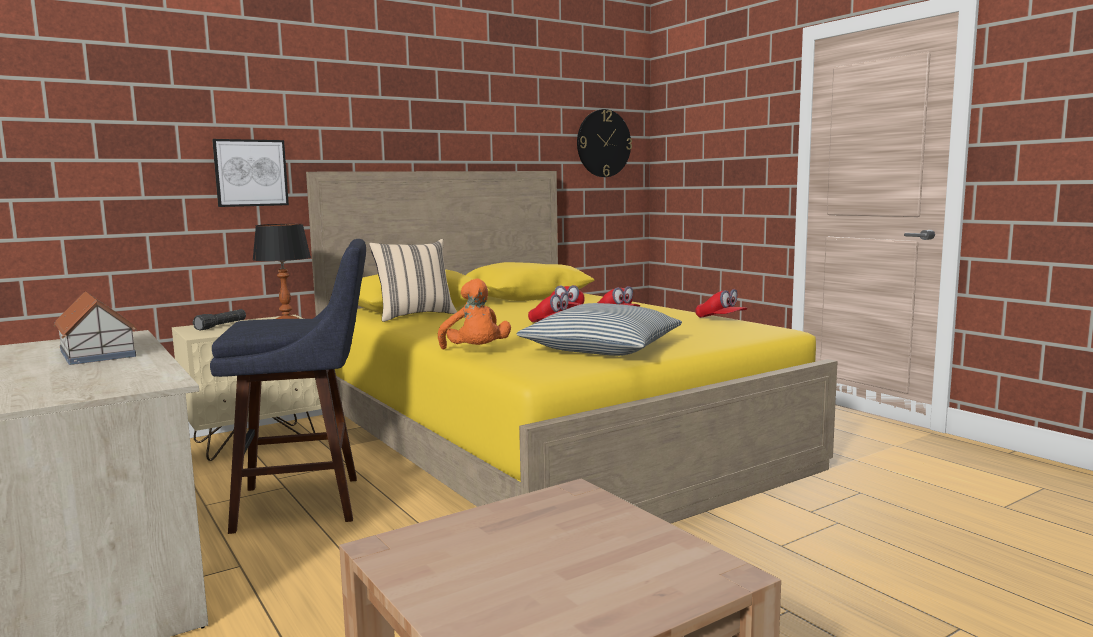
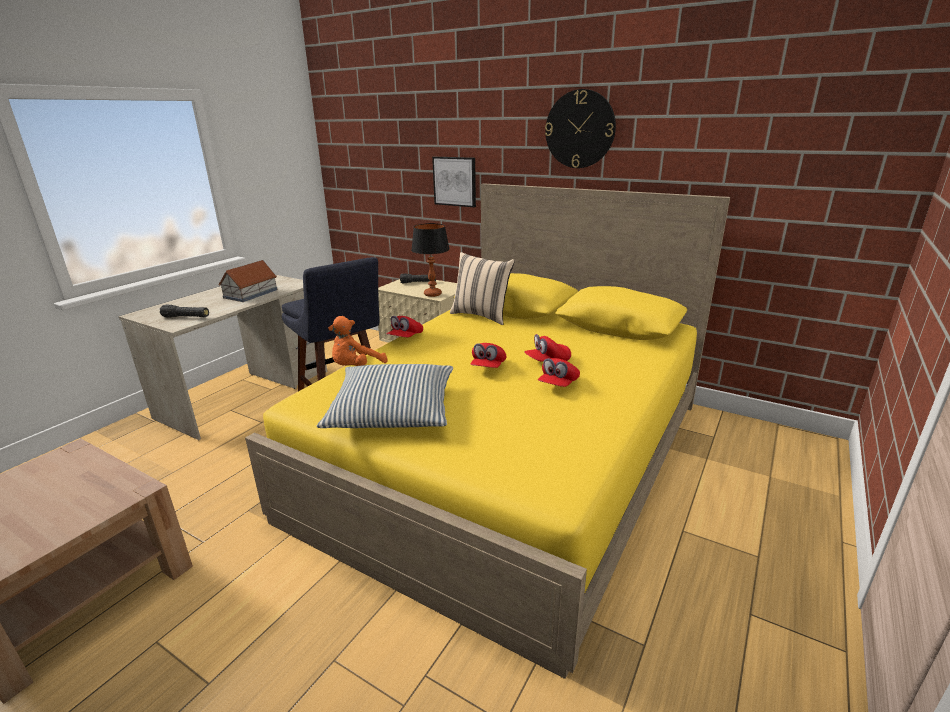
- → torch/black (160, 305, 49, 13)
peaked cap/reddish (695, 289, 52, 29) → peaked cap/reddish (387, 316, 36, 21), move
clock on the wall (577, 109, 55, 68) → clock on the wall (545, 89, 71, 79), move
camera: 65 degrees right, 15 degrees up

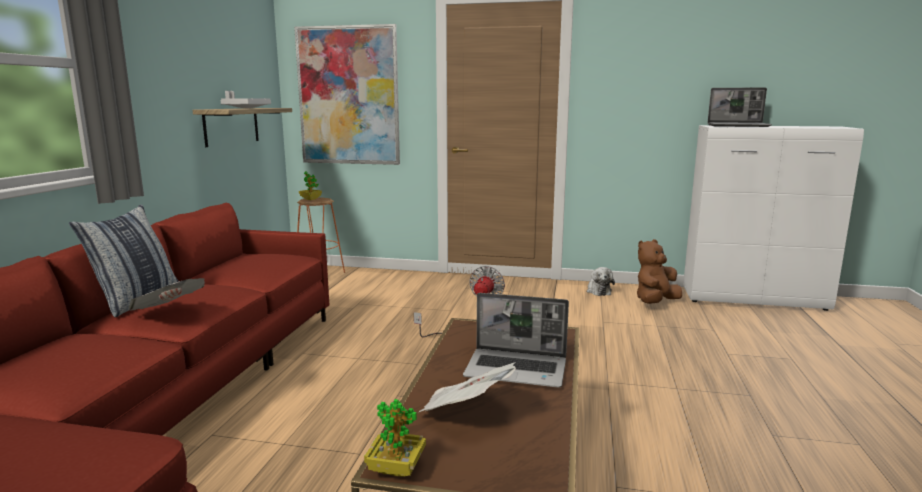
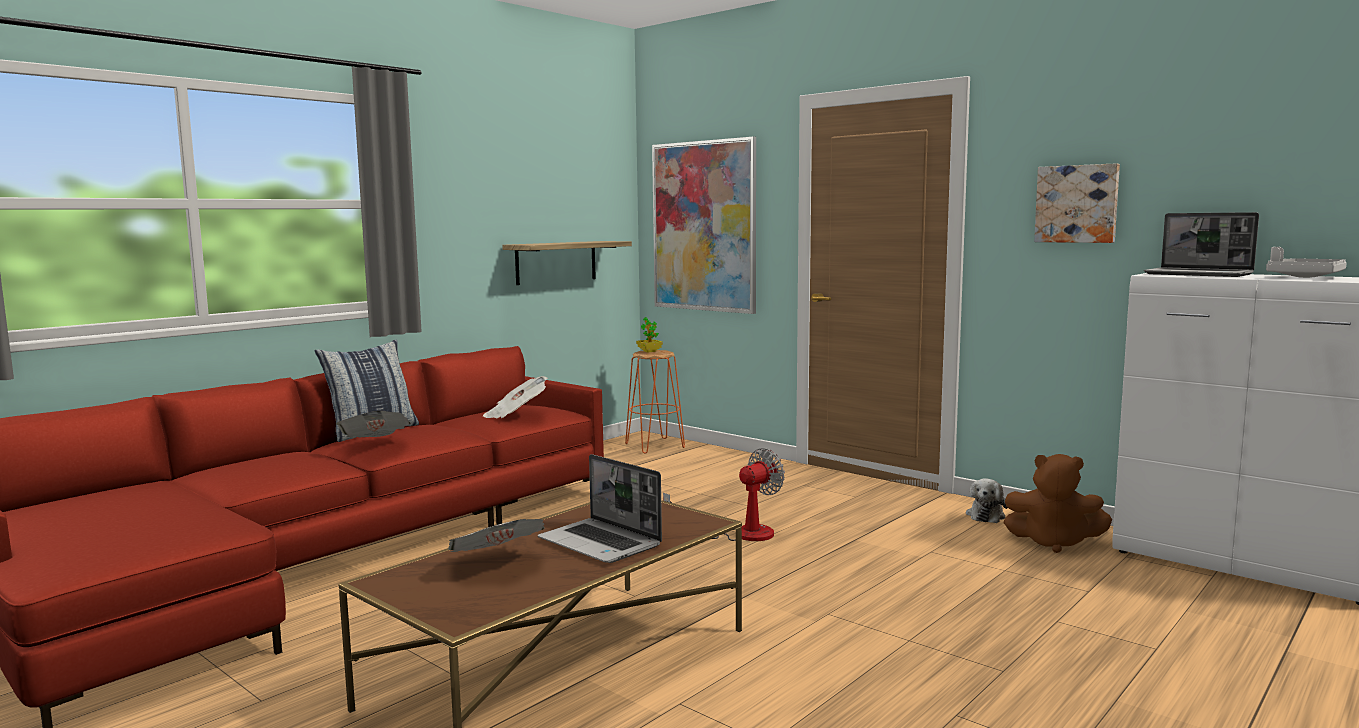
- → newspaper (483, 376, 65, 42)
soft toy/brown (637, 239, 45, 65) → soft toy/brown (1003, 454, 109, 99), 150 degrees counterclockwise
- → wall picture (1034, 163, 86, 80)
carrying tray/greyish (220, 91, 51, 17) → carrying tray/greyish (1266, 247, 81, 31), move
plant in a pot (364, 399, 62, 78) → -
camera: 30 degrees right, 5 degrees down

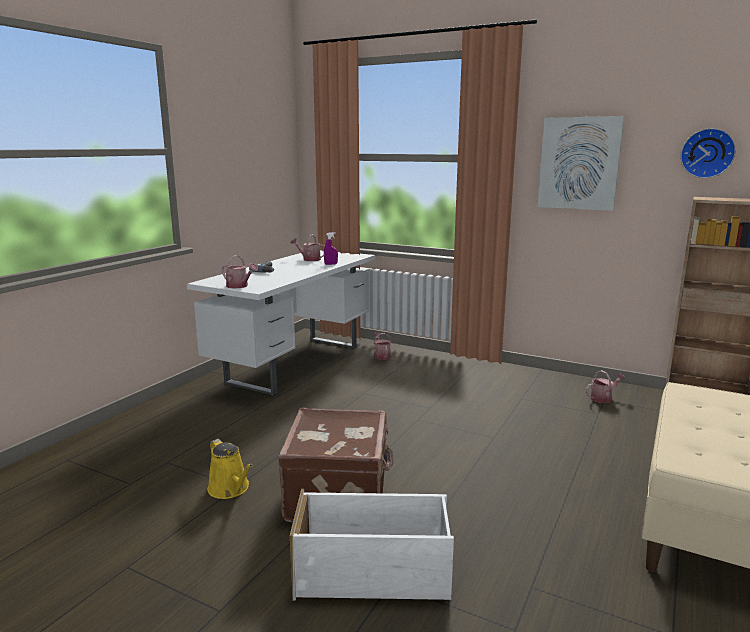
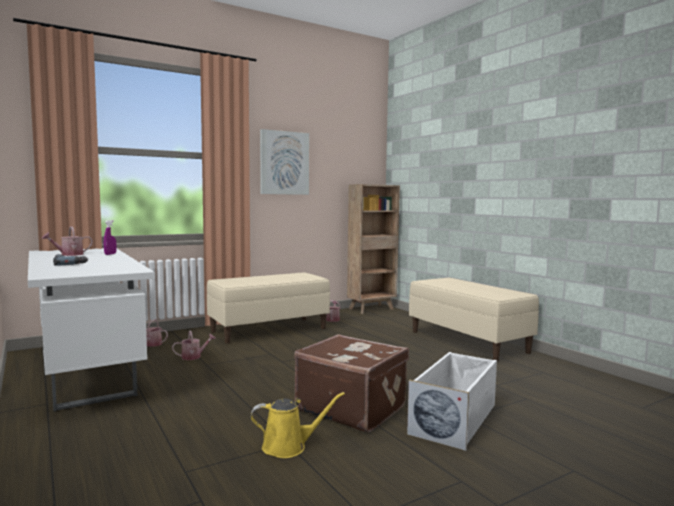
sprinkling can (221, 255, 37, 33) → sprinkling can (172, 330, 44, 30), move
- → indoor bench/beige-coloured (207, 272, 123, 72)
clock on the wall (680, 128, 56, 50) → -
camera: 60 degrees left, 10 degrees down

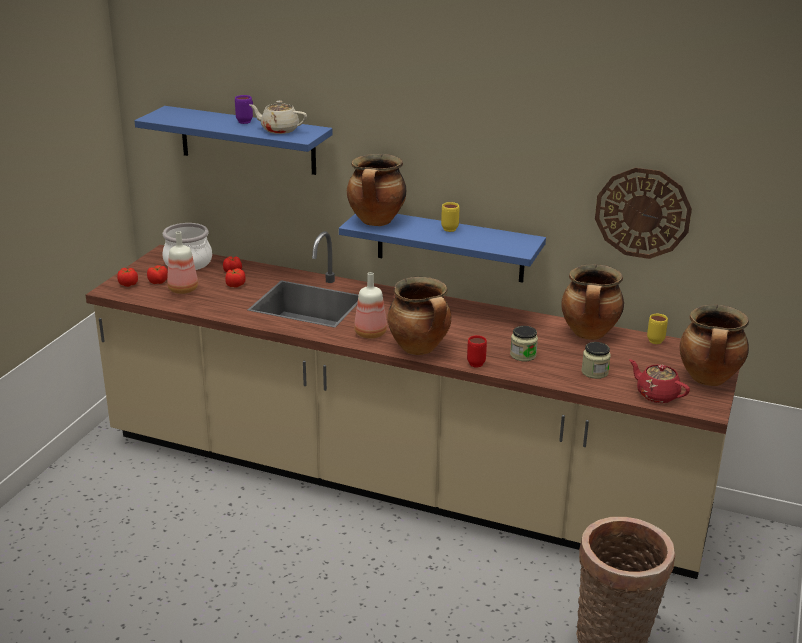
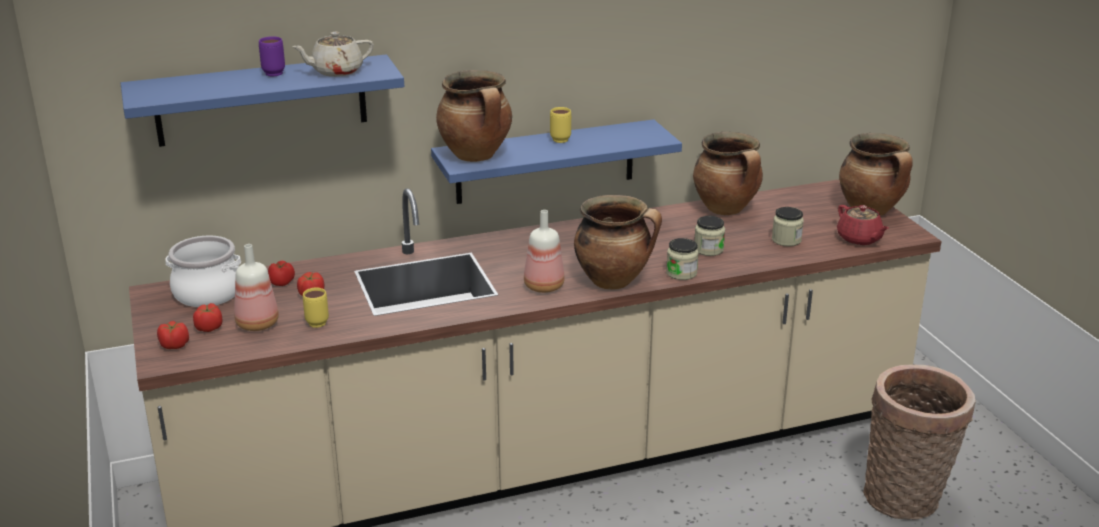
coffee mug/yellowish (647, 314, 21, 30) → coffee mug/yellowish (303, 288, 26, 40), move
coffee mug/reddish (467, 335, 20, 32) → preserve jar (666, 238, 33, 42)
teapot/reddish (629, 359, 61, 44) → teapot/reddish (837, 205, 52, 40), 120 degrees counterclockwise
clock on the wall (595, 167, 97, 92) → -
camera: 40 degrees left, 0 degrees up

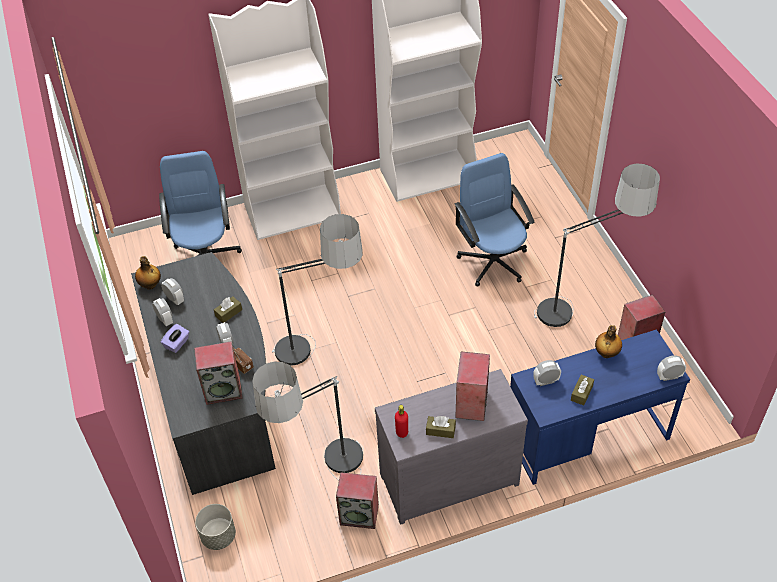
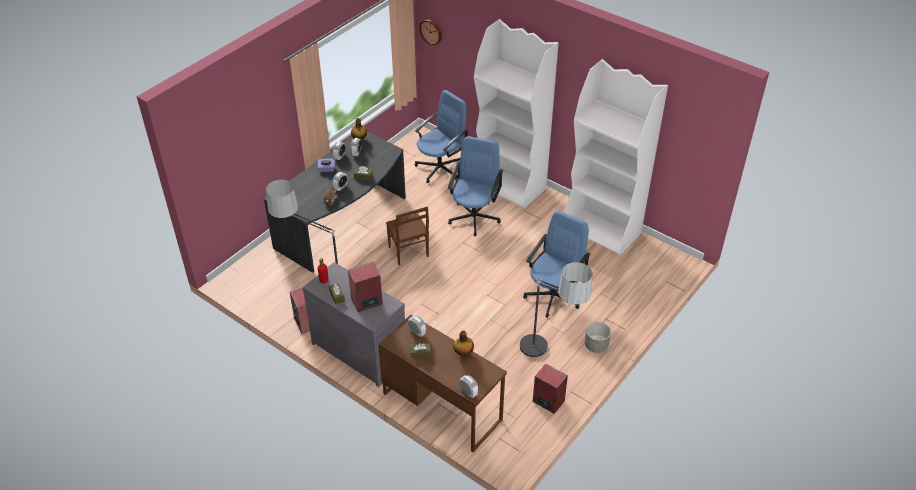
desk unit/blue (510, 329, 180, 156) → desk unit/brown (378, 315, 129, 138)
standard lamp (272, 214, 91, 152) → upright chair/brown (386, 207, 43, 58)
- → clock on the wall (419, 19, 23, 26)
- → office chair/blue (448, 136, 55, 100)
plant pot/greyish (195, 504, 41, 46) → plant pot/greyish (584, 322, 27, 31), move
audio speaker (194, 341, 49, 64) → -
camera: 55 degrees right, 5 degrees down

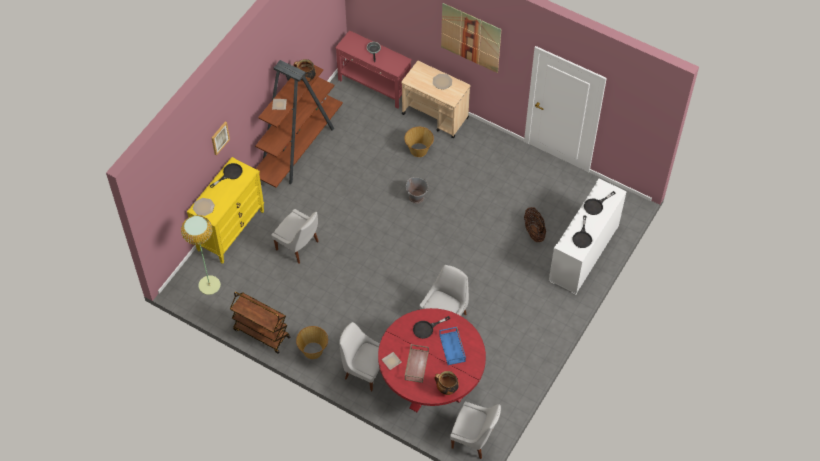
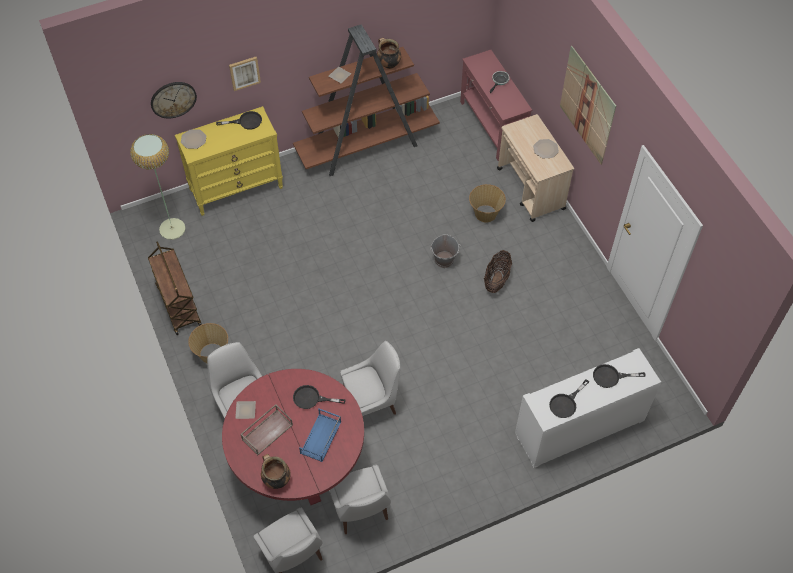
- → clock on the wall (151, 82, 46, 36)
upright chair/white (272, 209, 47, 55) → upright chair/white (329, 465, 62, 69), move
storage basket (524, 207, 22, 35) → storage basket (484, 250, 28, 43), move
camera: 35 degrees right, 0 degrees up

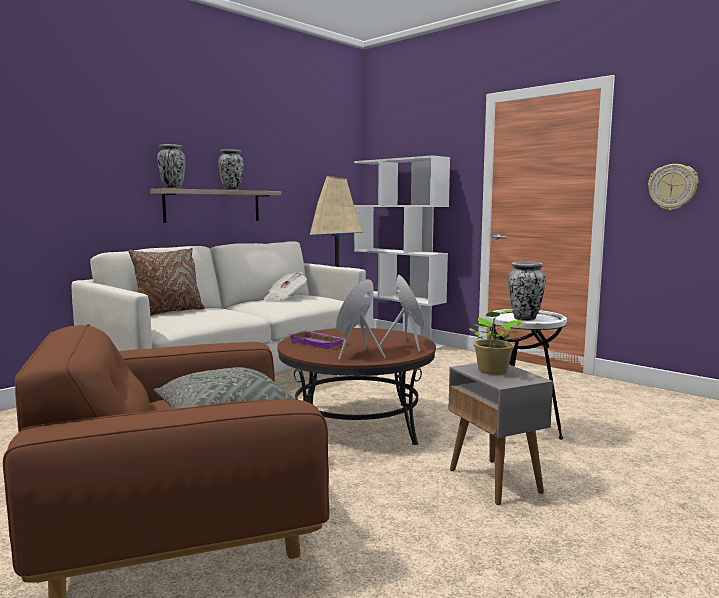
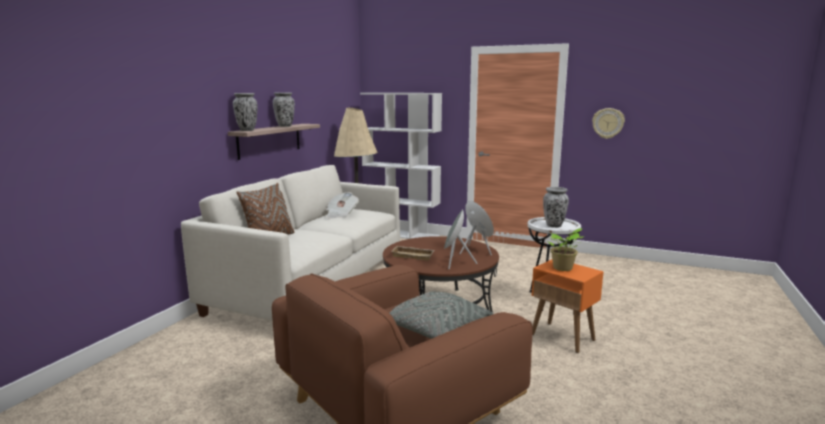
carrying tray/purplish (289, 330, 56, 19) → carrying tray/beige-coloured (392, 246, 43, 14)
side table/greyish (448, 363, 105, 142) → side table/orange (532, 260, 72, 93)
camera: 20 degrees left, 5 degrees up

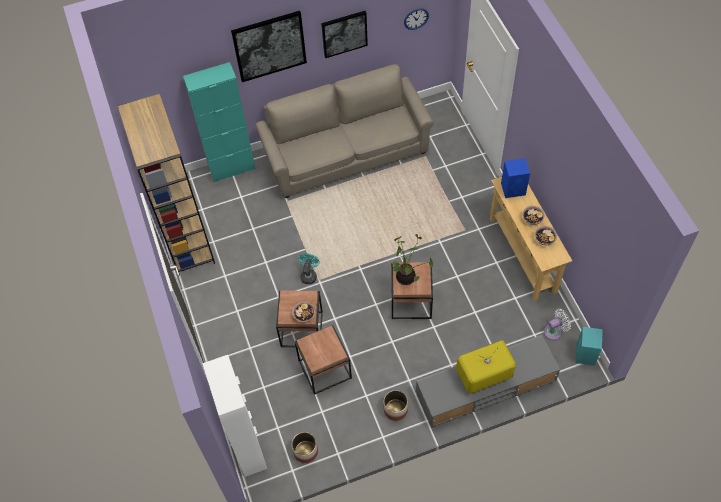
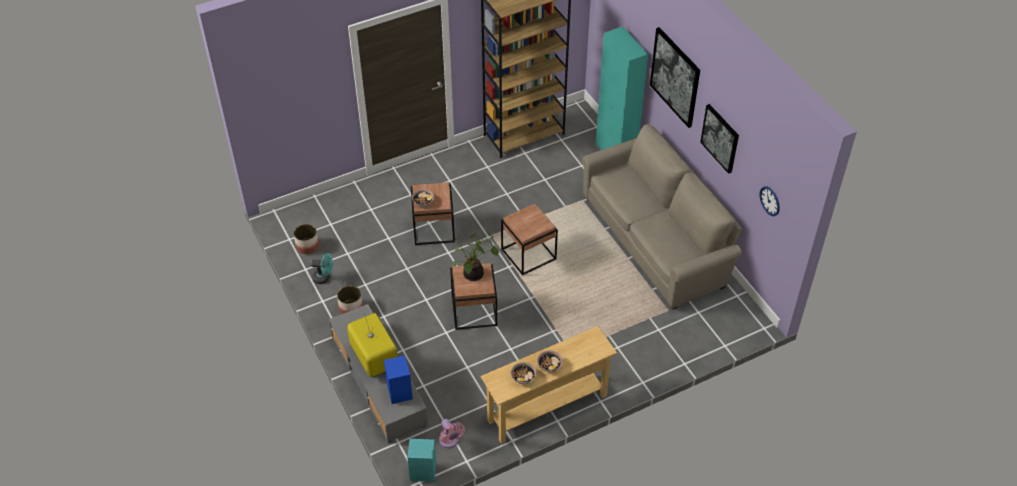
fan/turquoise (299, 253, 21, 31) → fan/turquoise (311, 253, 22, 31), move
audio speaker/blue (501, 158, 29, 40) → audio speaker/blue (384, 355, 29, 49), move
fan/white (544, 309, 27, 31) → fan/pink (439, 419, 26, 29)
side table/brown (294, 325, 58, 70) → side table/brown (501, 204, 57, 71), move
cupboard/white (202, 355, 65, 122) → -
camera: 80 degrees right, 10 degrees down

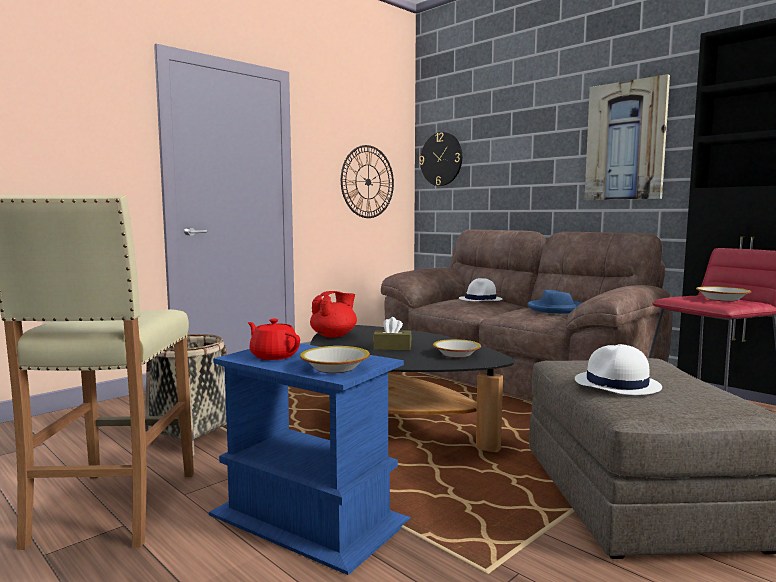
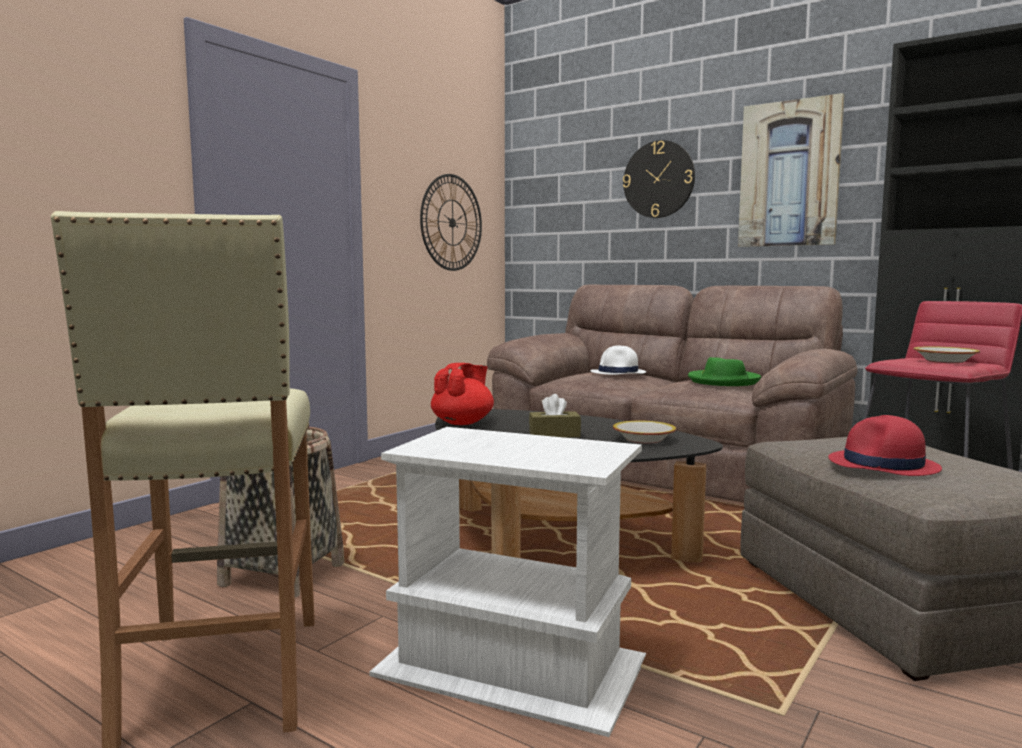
side table/blue (209, 343, 202, 232) → side table/white (369, 427, 277, 310)
clock on the wall (419, 132, 43, 54) → clock on the wall (623, 140, 72, 78), move
clothing hat/blue (528, 290, 53, 24) → clothing hat/green-coloured (688, 357, 73, 29)
clothing hat/white (575, 344, 87, 51) → clothing hat/reddish (828, 415, 114, 61)
teapot/reddish (247, 319, 53, 41) → -
bowl (300, 346, 70, 27) → -
camera: 10 degrees left, 0 degrees up

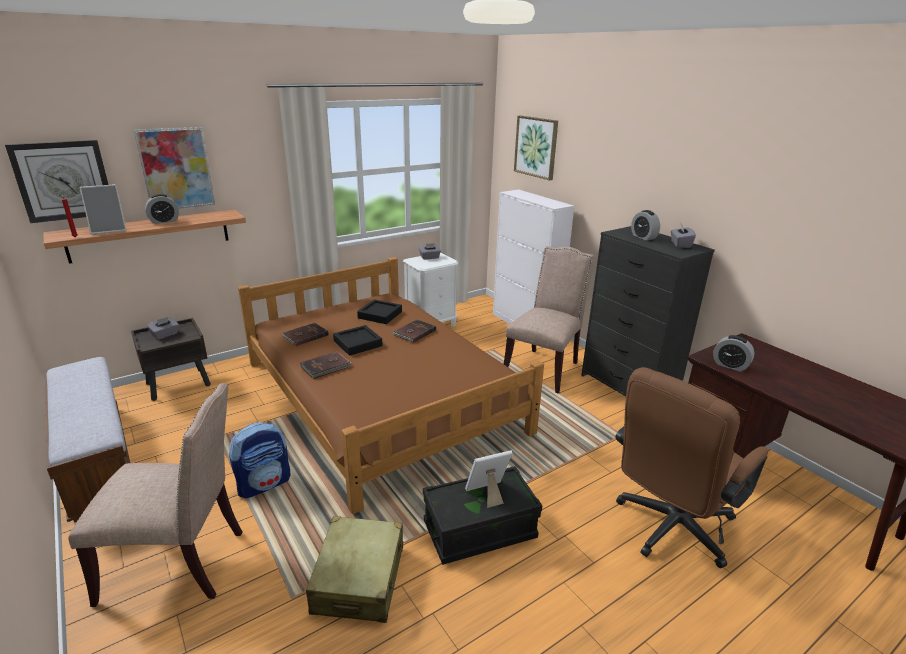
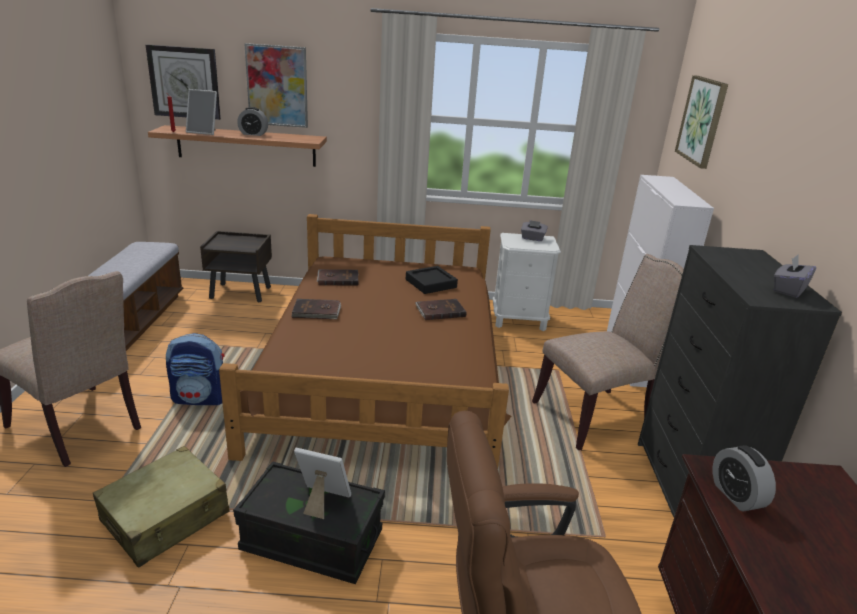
tissue holder/greyish (147, 317, 32, 22) → -
carrying tray/black (333, 325, 50, 31) → -
table clock (631, 210, 29, 30) → -
camera: 35 degrees right, 0 degrees up

